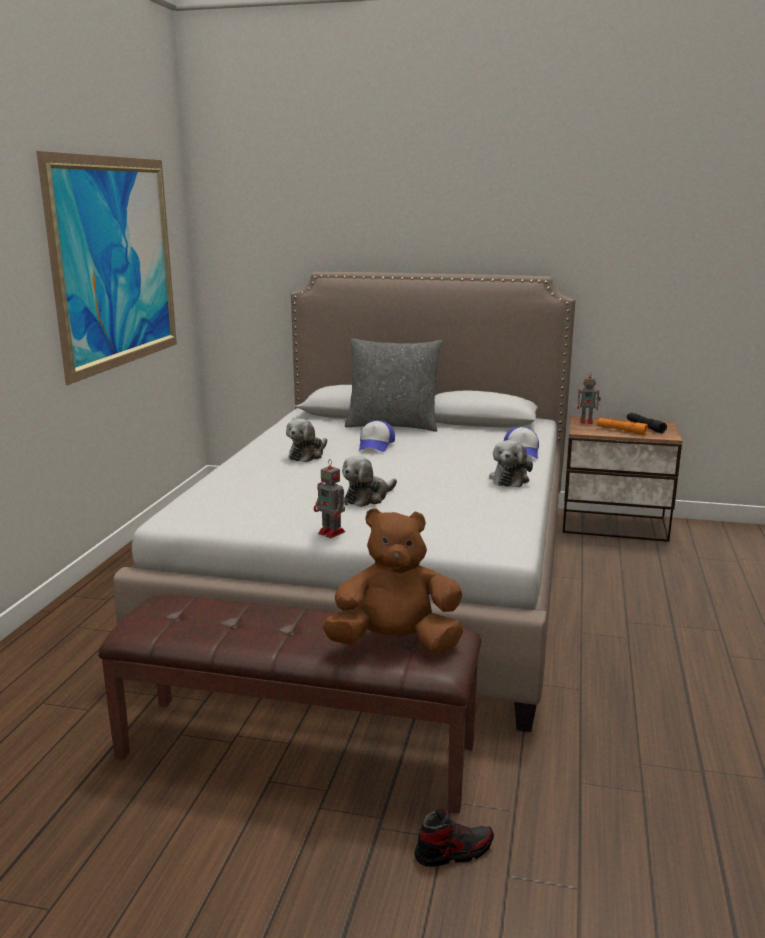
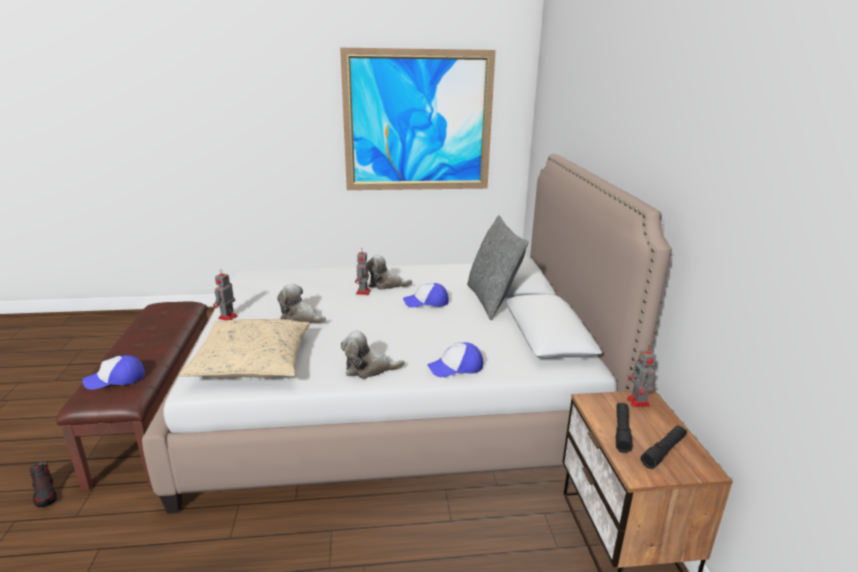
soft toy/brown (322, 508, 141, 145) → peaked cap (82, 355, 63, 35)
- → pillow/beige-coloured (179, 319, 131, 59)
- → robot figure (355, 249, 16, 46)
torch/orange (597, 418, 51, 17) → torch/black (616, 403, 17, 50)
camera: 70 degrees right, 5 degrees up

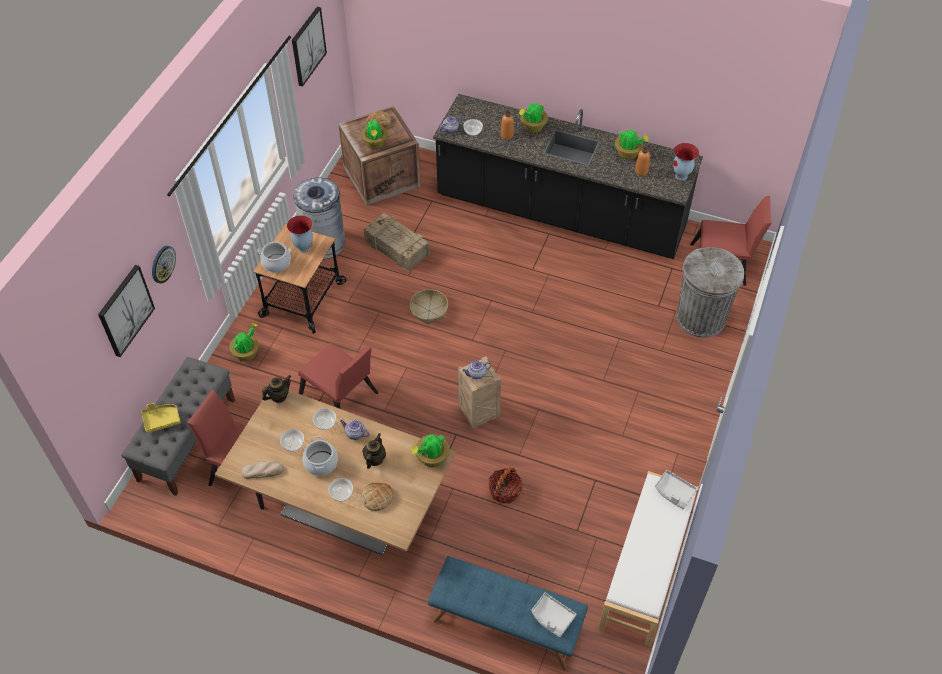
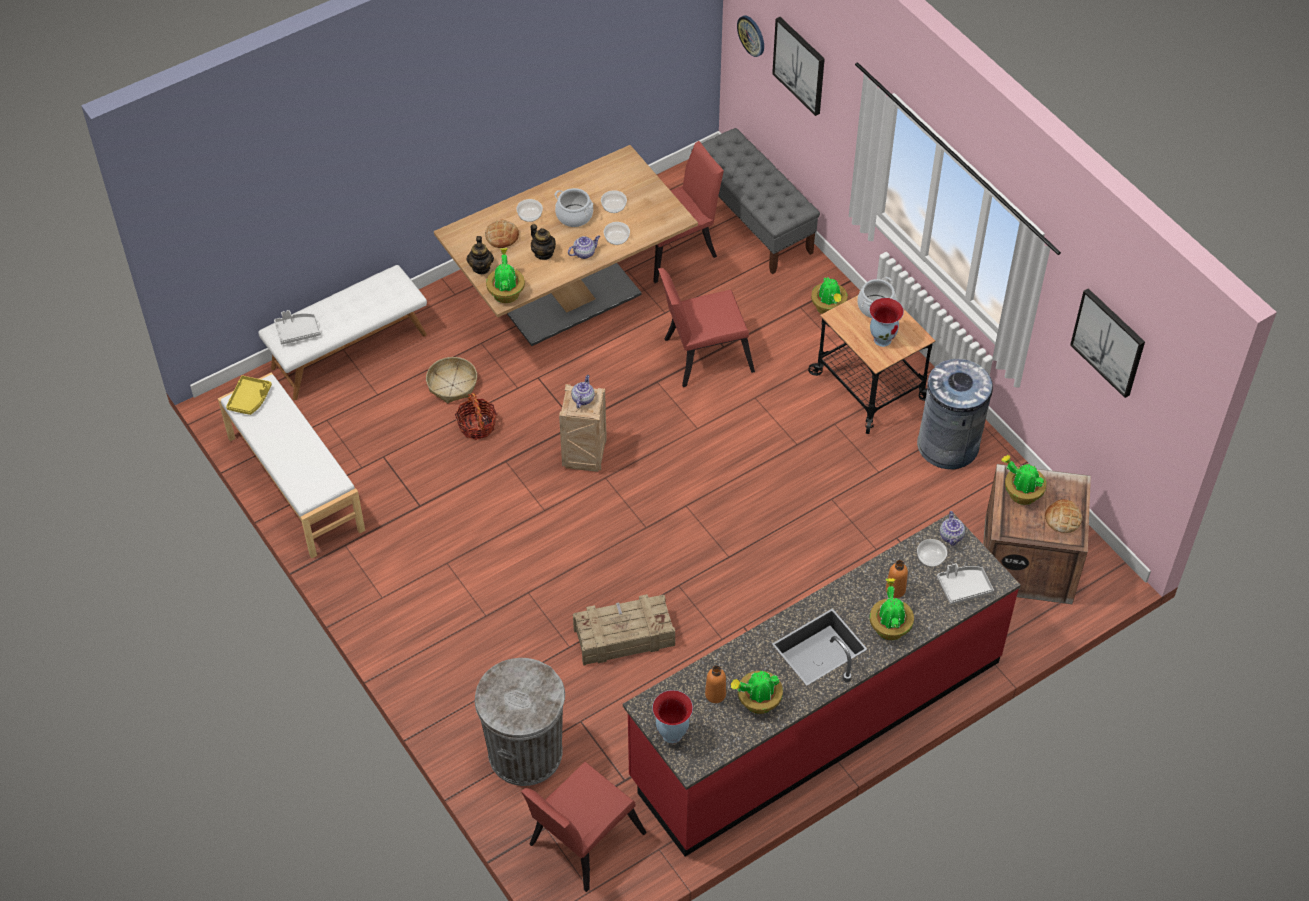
carrying tray/yellowish (141, 403, 40, 30) → carrying tray/yellowish (226, 375, 46, 40), move
indoor bench/blue (428, 556, 160, 114) → indoor bench/white (258, 265, 169, 135)
storage basket (410, 289, 38, 36) → storage basket (426, 357, 51, 46), move
teapot (262, 375, 29, 28) → teapot (466, 236, 28, 38), move
packing crate (364, 213, 66, 59) → packing crate (573, 594, 102, 72), move
counter/black (433, 94, 270, 165) → counter/reddish (623, 513, 398, 344)
clock on the wall (152, 246, 24, 38) → clock on the wall (737, 16, 27, 41), move
carrying tray/greyish (655, 470, 42, 39) → carrying tray/greyish (937, 563, 57, 41), move
baked bread (242, 461, 42, 18) → -
camera: 125 degrees right, 0 degrees up

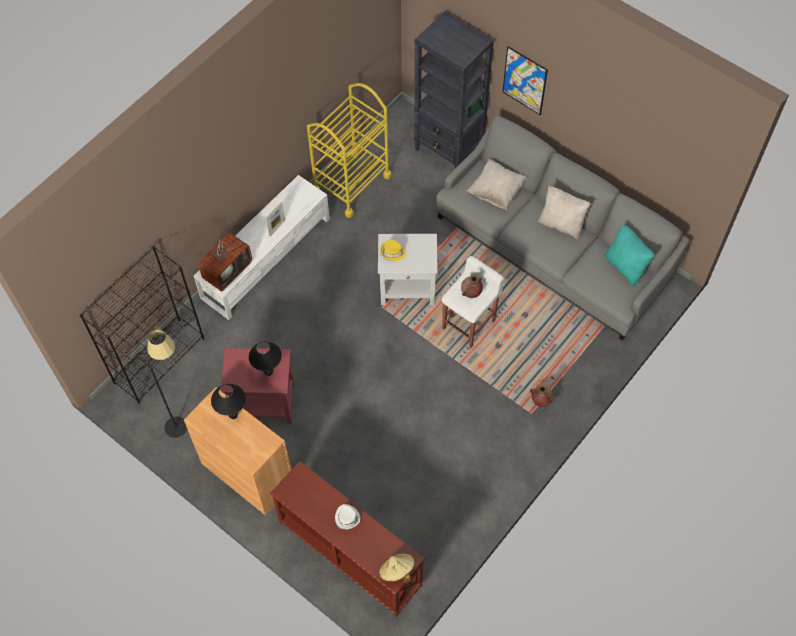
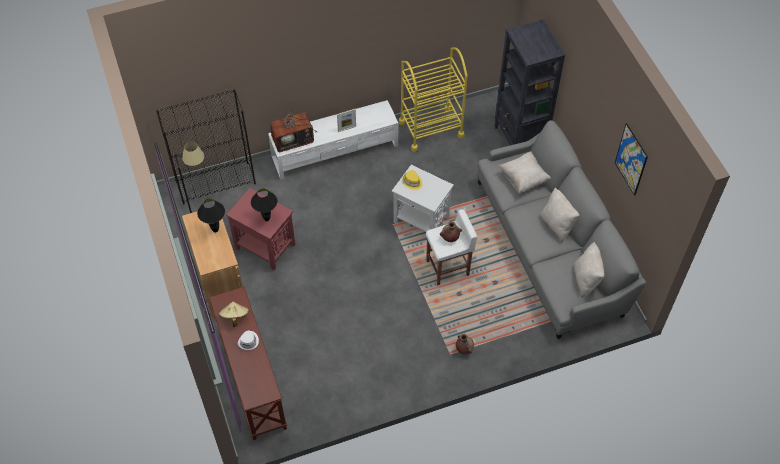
clothing hat/beige-coloured (379, 553, 36, 31) → clothing hat/beige-coloured (219, 301, 30, 26), move
pillow/turquoise (604, 224, 51, 63) → pillow/beige-coloured (574, 242, 31, 56)
wall picture (503, 46, 45, 69) → wall picture (615, 123, 33, 73), move
camera: 30 degrees right, 5 degrees down

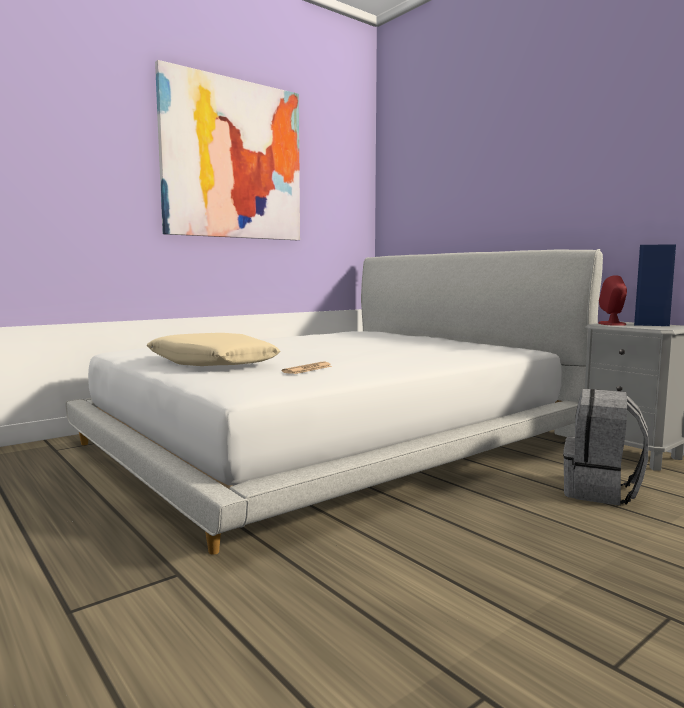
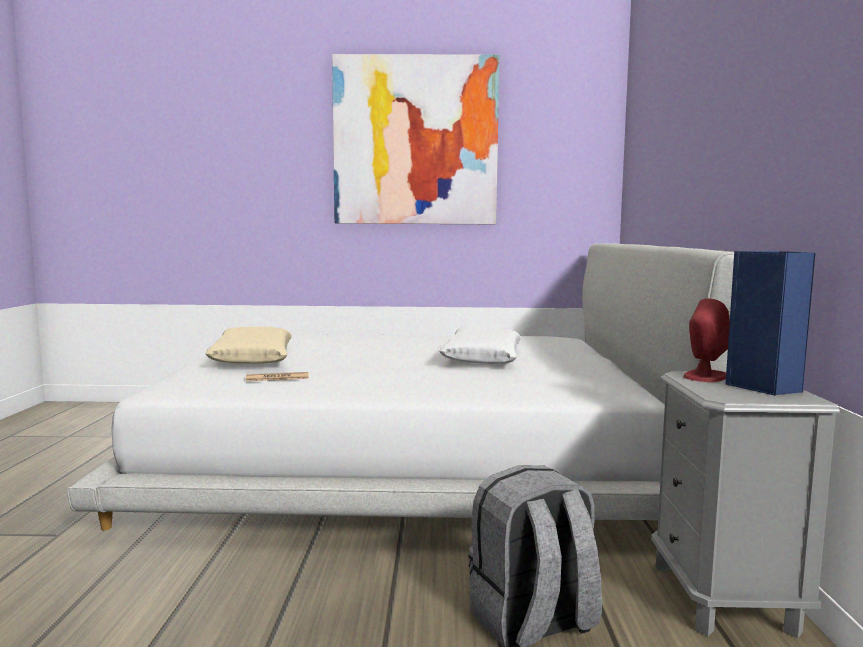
- → pillow/white (439, 327, 82, 37)
camera: 40 degrees right, 0 degrees up

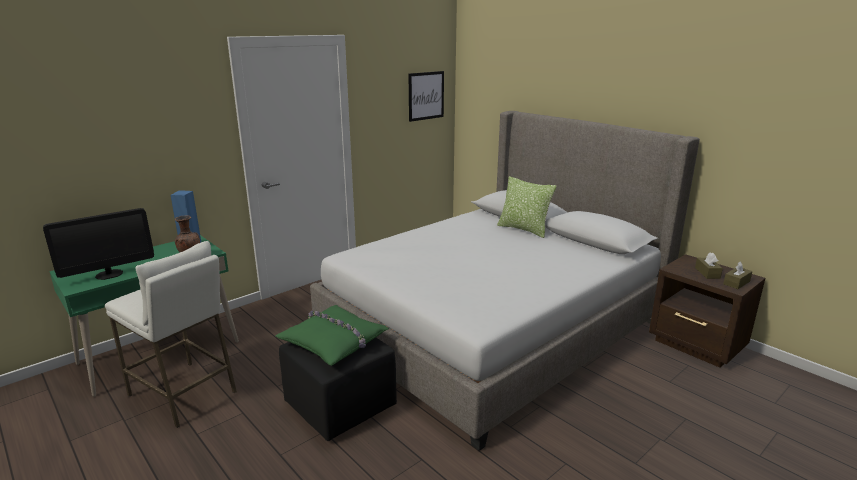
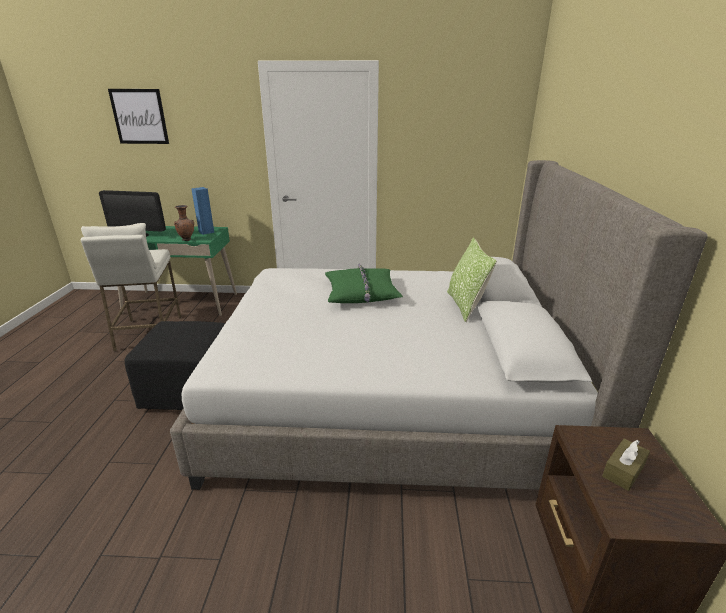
wall picture (409, 71, 35, 51) → wall picture (108, 89, 61, 55), move
pillow/green-coloured (276, 305, 113, 61) → pillow/green-coloured (325, 264, 78, 39), move
tissue holder/brown (723, 261, 30, 28) → -
camera: 45 degrees right, 5 degrees up

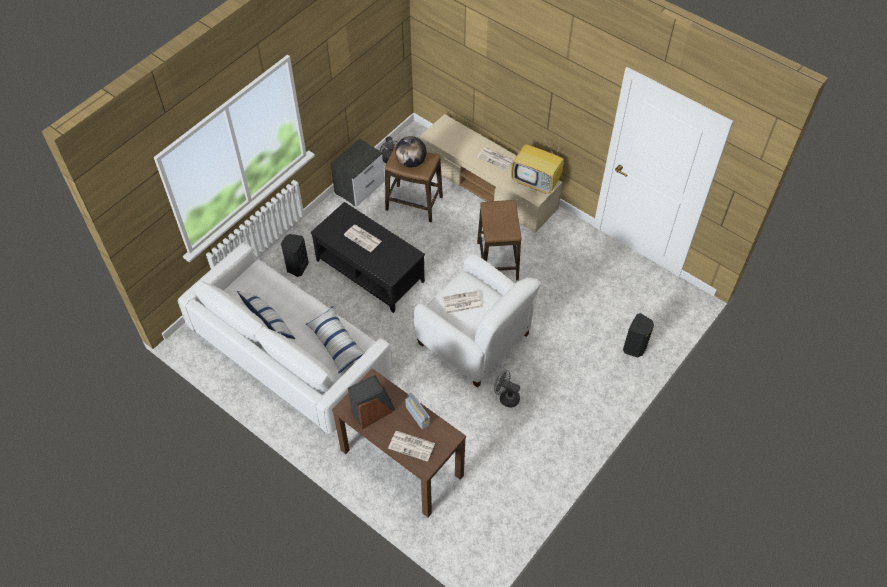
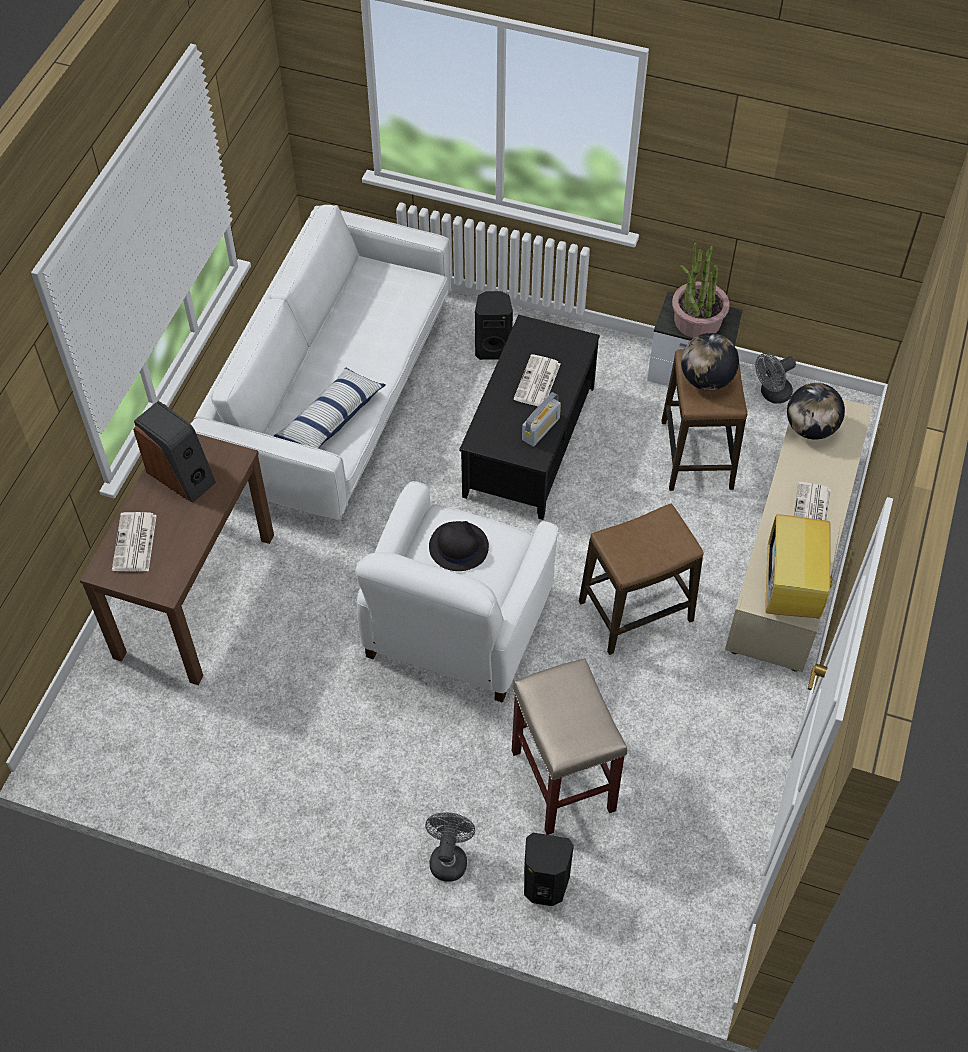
fan/greyish (494, 370, 26, 38) → fan/greyish (425, 812, 50, 70), move
newspaper (442, 291, 40, 23) → clothing hat/black (429, 521, 60, 50)
- → stool seat/beige-coloured (512, 658, 115, 177)
radio (405, 393, 25, 36) → radio (522, 392, 39, 55), move
- → plant in a pot (672, 243, 57, 95)
- → world globe (787, 383, 58, 57)
pillow (237, 291, 58, 48) → -
camera: 70 degrees right, 0 degrees up

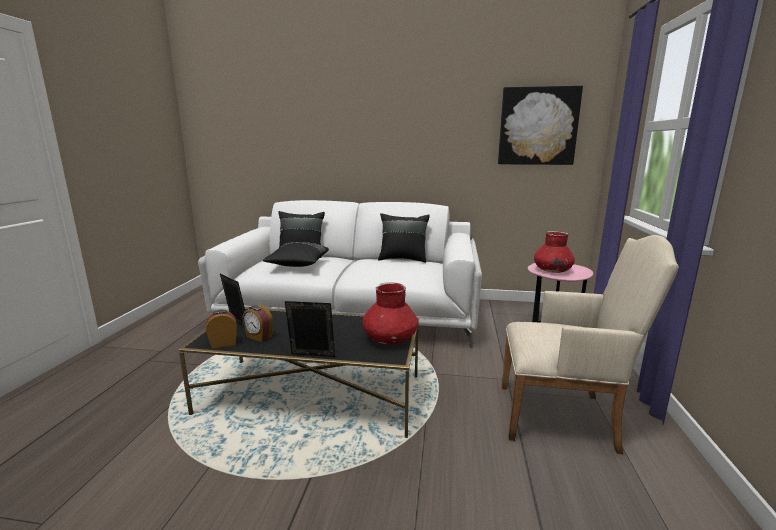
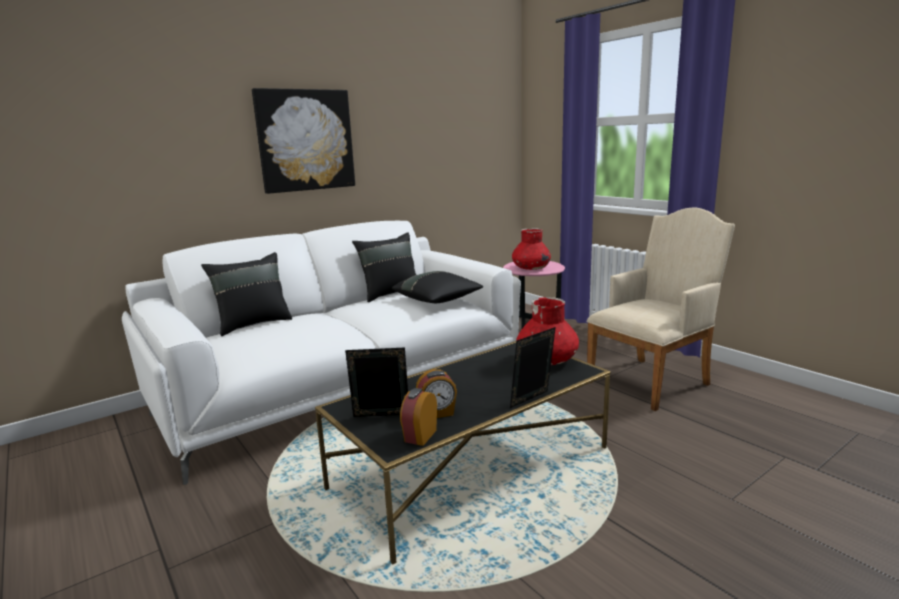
wall picture (498, 86, 85, 79) → wall picture (252, 88, 103, 106), move
pillow/black (263, 242, 66, 25) → pillow/black (392, 271, 91, 32), move
camera: 45 degrees left, 0 degrees up

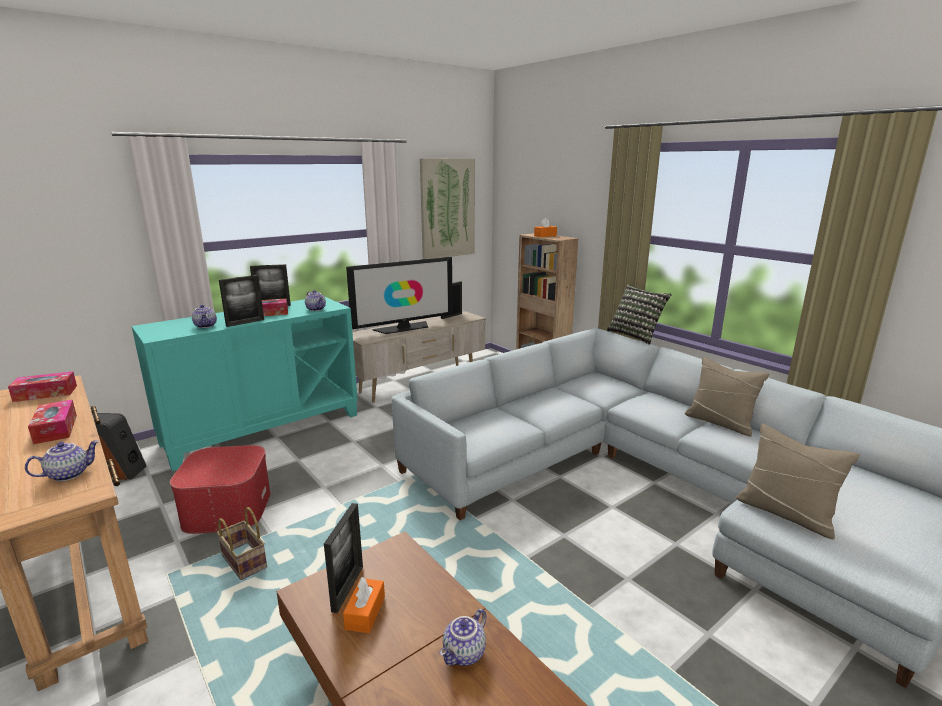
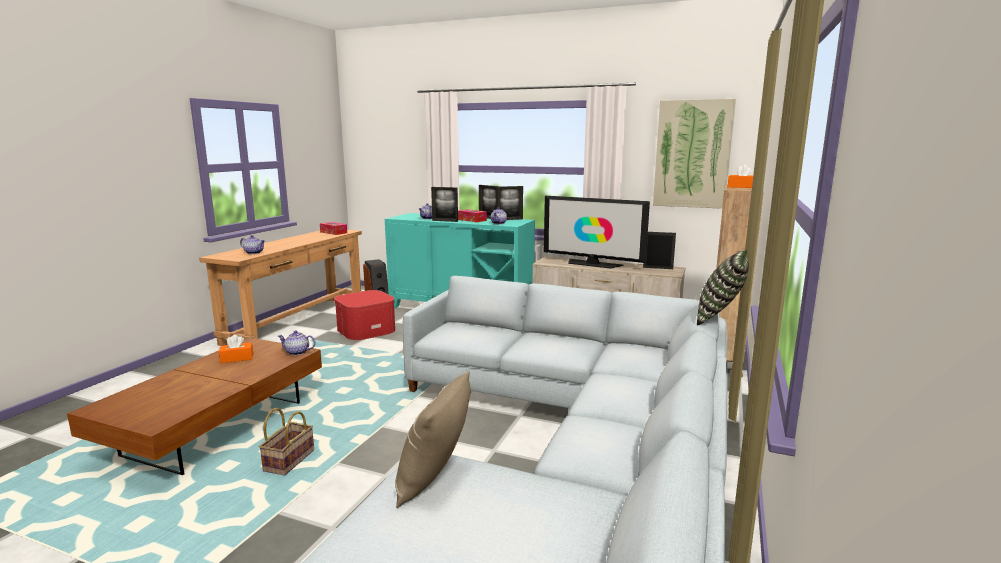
storage basket (217, 507, 50, 73) → storage basket (259, 408, 55, 68), move
teapot (440, 609, 47, 57) → teapot (278, 331, 37, 25), move
photo frame (324, 503, 39, 110) → photo frame (497, 186, 26, 34), move
tissue holder (28, 400, 49, 44) → -
pillow/beige-coloured (685, 357, 84, 80) → -
camera: 60 degrees right, 5 degrees down

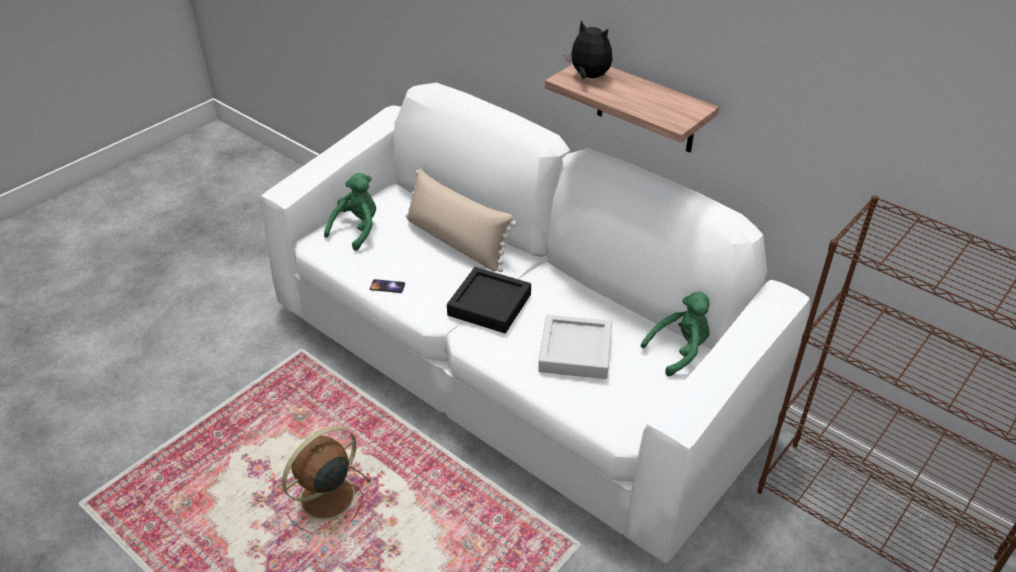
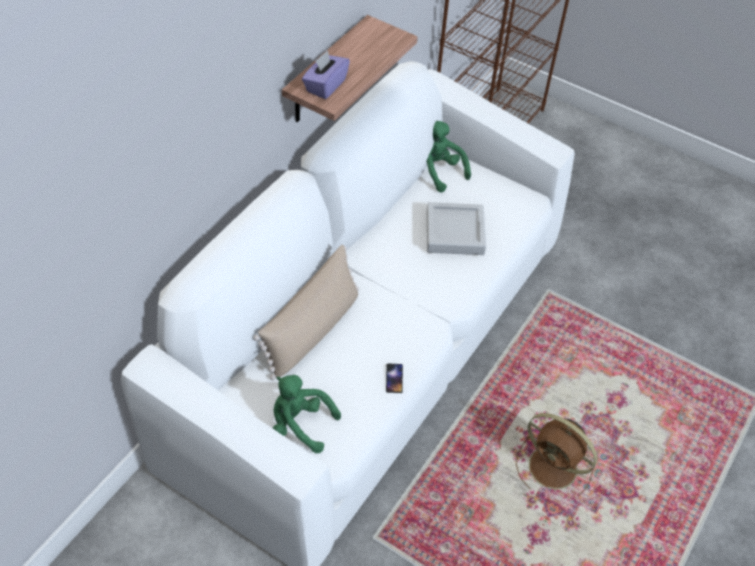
soft toy (564, 21, 49, 58) → tissue holder/purplish (302, 50, 48, 49)
carrying tray/black (447, 267, 84, 66) → -
camera: 100 degrees left, 10 degrees up

